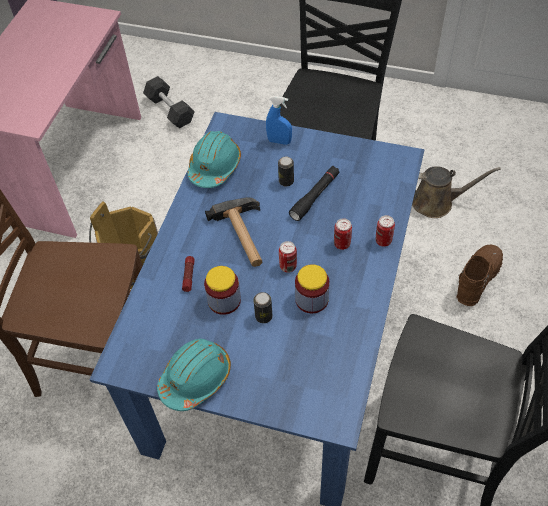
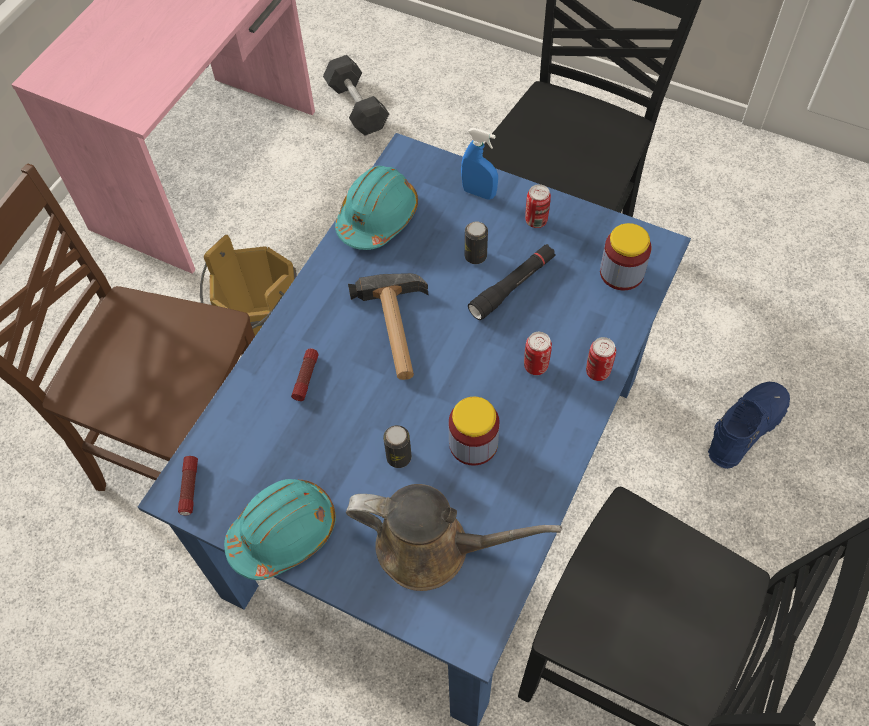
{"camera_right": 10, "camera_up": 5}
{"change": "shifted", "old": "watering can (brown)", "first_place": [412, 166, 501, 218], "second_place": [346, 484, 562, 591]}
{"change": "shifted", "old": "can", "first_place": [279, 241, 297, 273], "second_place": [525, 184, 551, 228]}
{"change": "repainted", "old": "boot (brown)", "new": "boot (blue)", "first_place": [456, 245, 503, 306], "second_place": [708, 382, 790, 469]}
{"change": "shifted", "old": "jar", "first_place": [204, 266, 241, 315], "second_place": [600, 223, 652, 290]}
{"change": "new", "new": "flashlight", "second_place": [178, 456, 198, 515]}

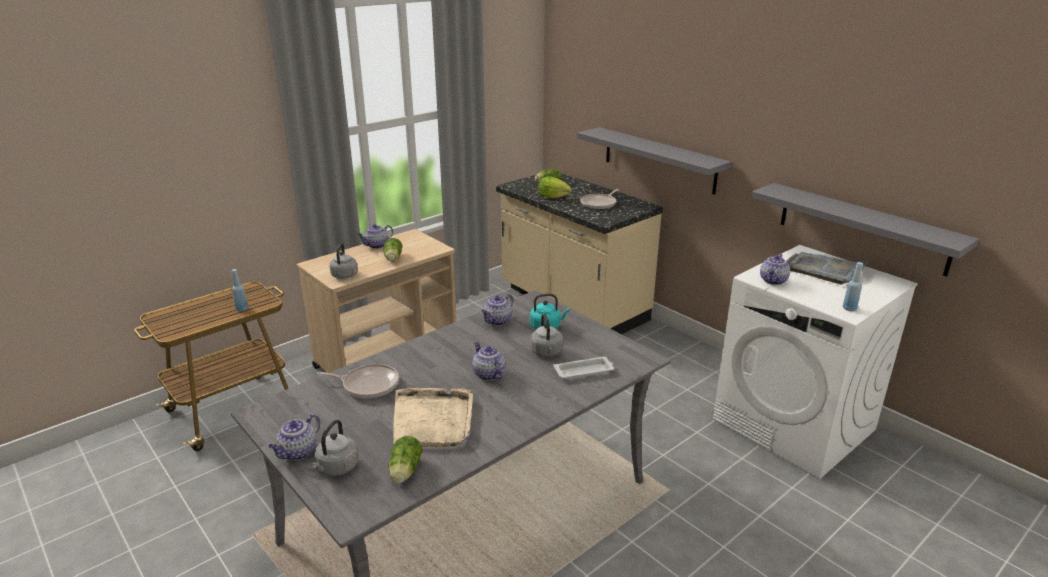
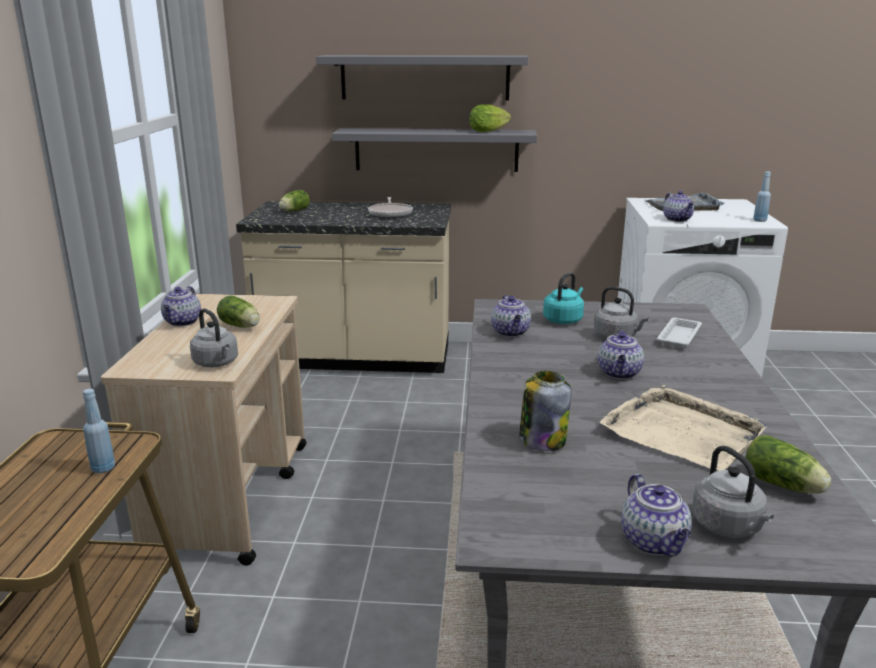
{"camera_right": -45, "camera_up": -5}
{"change": "shifted", "old": "lettuce", "first_place": [538, 176, 572, 198], "second_place": [469, 104, 511, 132]}
{"change": "shifted", "old": "shelf (grey)", "first_place": [751, 183, 979, 277], "second_place": [316, 55, 528, 100]}
{"change": "rotated", "old": "teapot", "first_place": [473, 343, 505, 381], "second_place": [598, 330, 644, 379], "degrees": -90}
{"change": "swapped", "old": "frying pan", "new": "jar", "first_place": [317, 364, 399, 399], "second_place": [519, 371, 572, 451]}

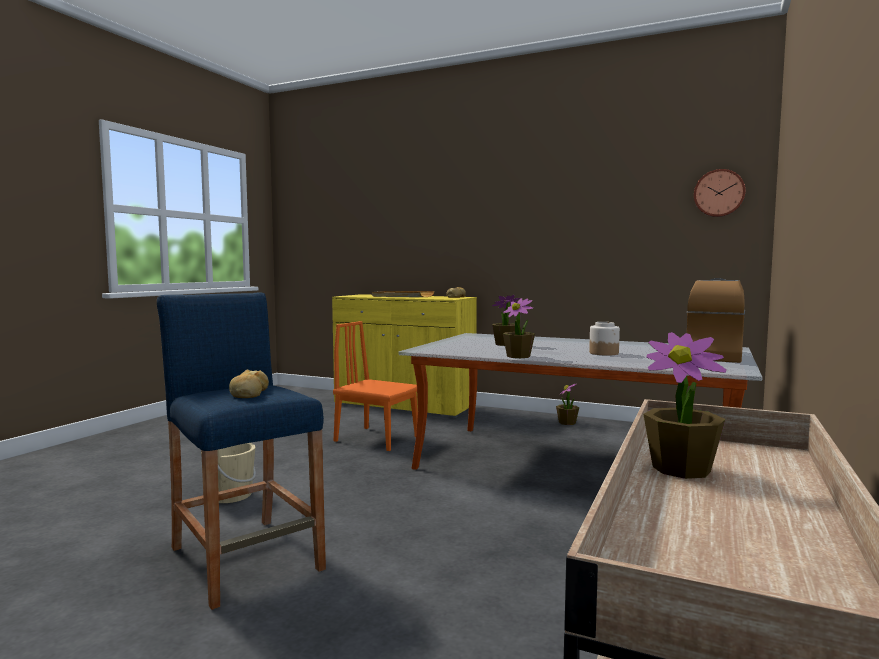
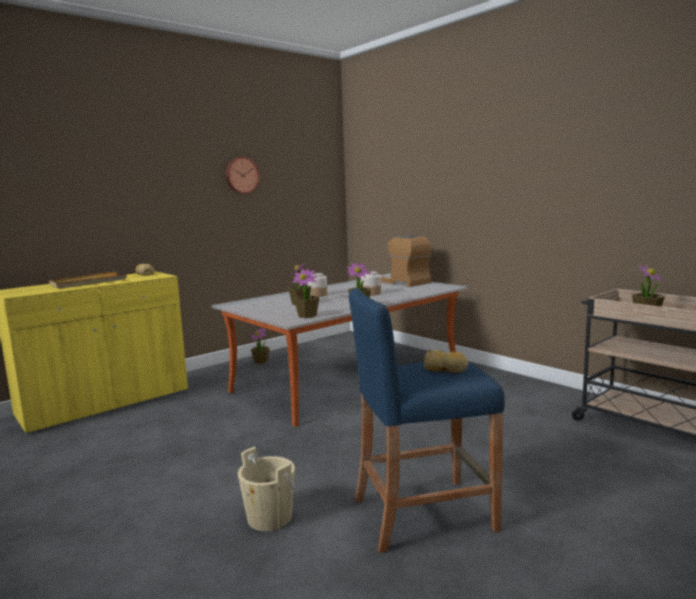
{"camera_right": -65, "camera_up": 5}
{"change": "shifted", "old": "wall clock", "first_place": [694, 169, 746, 217], "second_place": [226, 157, 260, 194]}
{"change": "gone", "old": "chair (orange)", "first_place": [333, 321, 418, 451]}
{"change": "new", "new": "potted plant", "second_place": [293, 269, 319, 318]}
{"change": "new", "new": "jar", "second_place": [307, 273, 327, 297]}

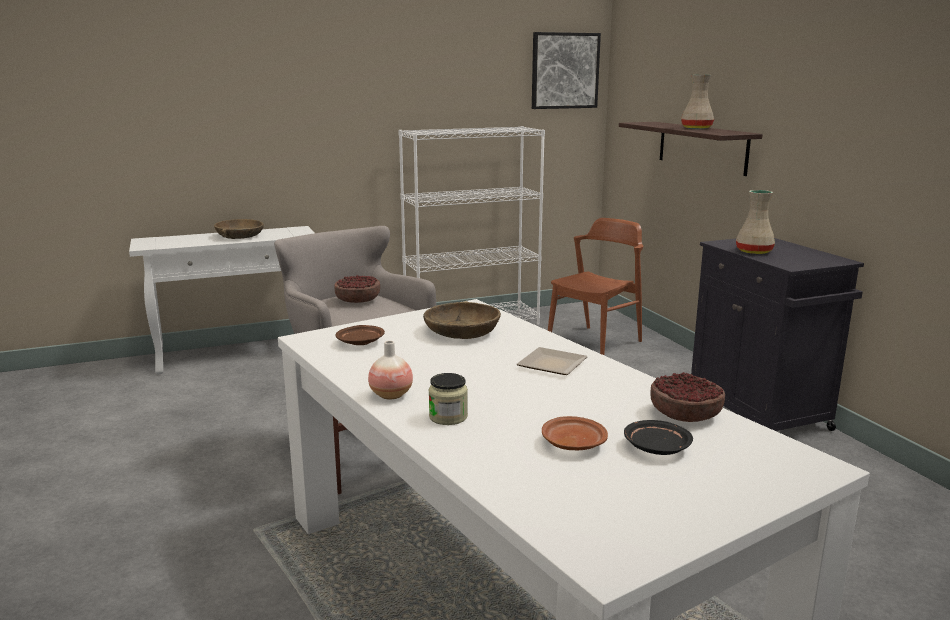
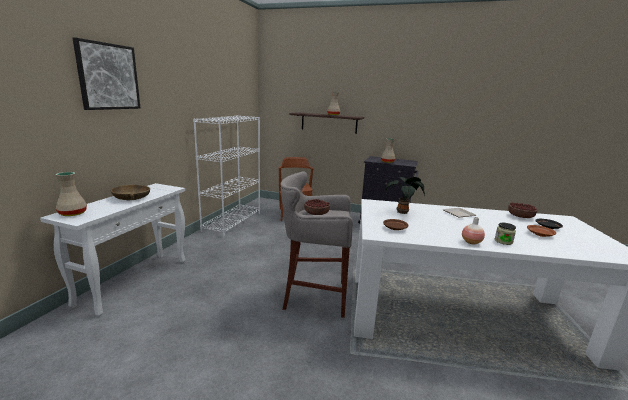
{"camera_right": -50, "camera_up": 0}
{"change": "shifted", "old": "picture", "first_place": [532, 32, 601, 109], "second_place": [73, 38, 140, 110]}
{"change": "swapped", "old": "bowl (brown)", "new": "potted plant", "first_place": [423, 301, 501, 339], "second_place": [385, 177, 425, 214]}
{"change": "new", "new": "vase (beige)", "second_place": [56, 172, 87, 216]}

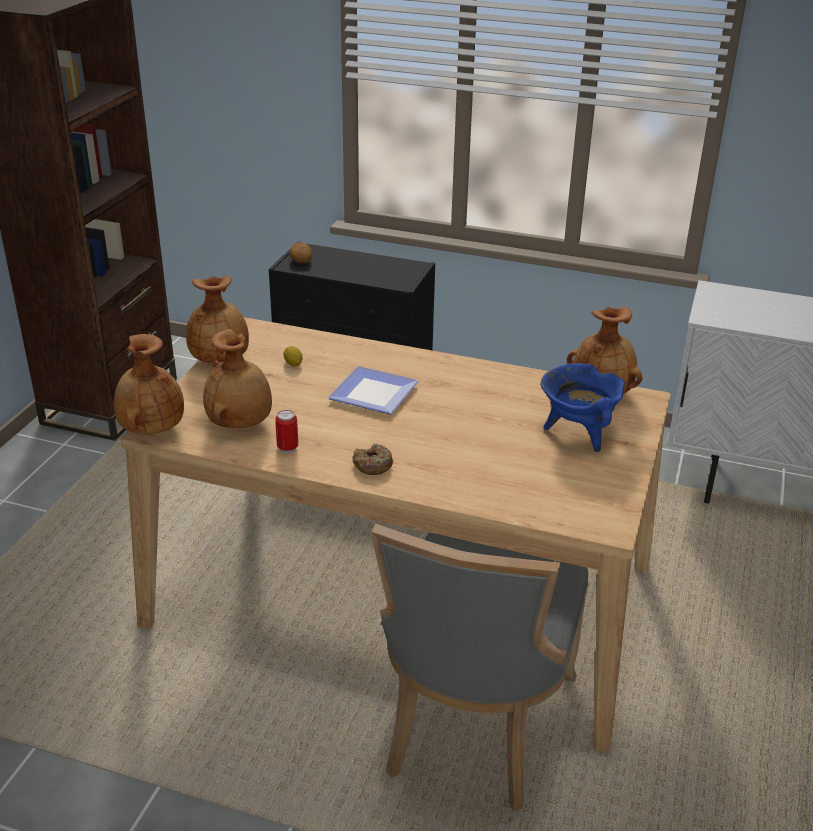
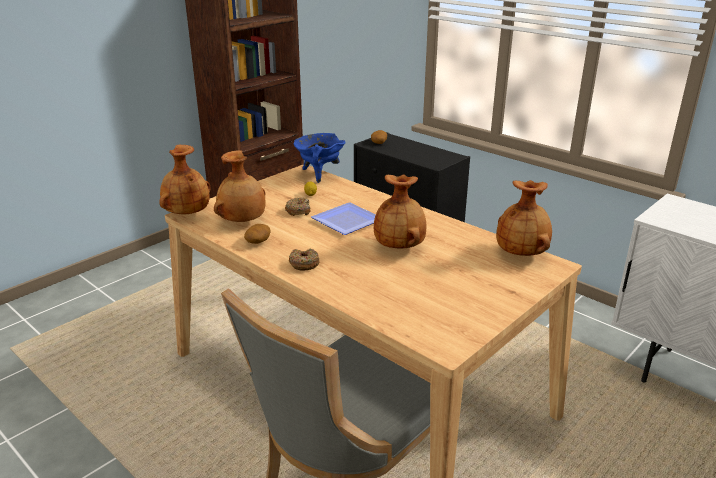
{"camera_right": 25, "camera_up": -5}
{"change": "shifted", "old": "vase (brown)", "first_place": [186, 276, 249, 363], "second_place": [374, 175, 426, 249]}
{"change": "shifted", "old": "cooking pot (blue)", "first_place": [540, 363, 625, 452], "second_place": [294, 133, 346, 183]}
{"change": "swapped", "old": "can", "new": "potato", "first_place": [275, 410, 298, 453], "second_place": [244, 224, 271, 244]}
{"change": "new", "new": "donut", "second_place": [285, 198, 311, 216]}

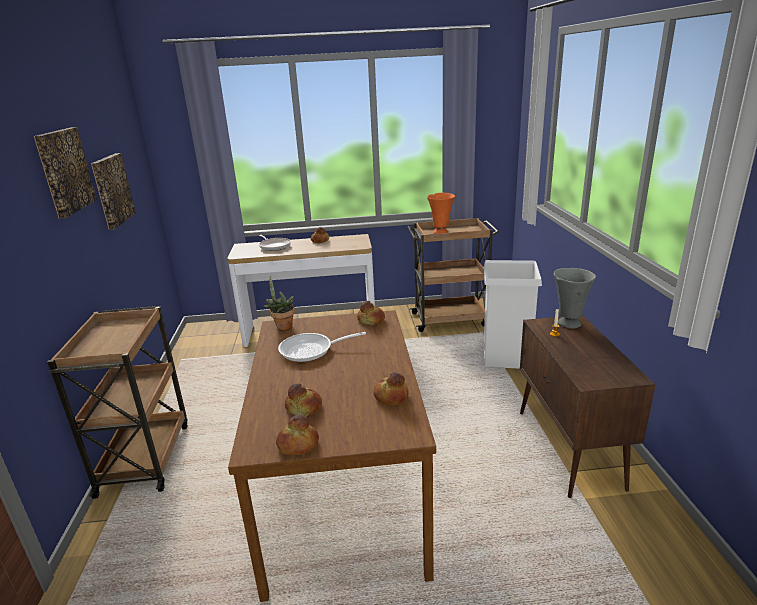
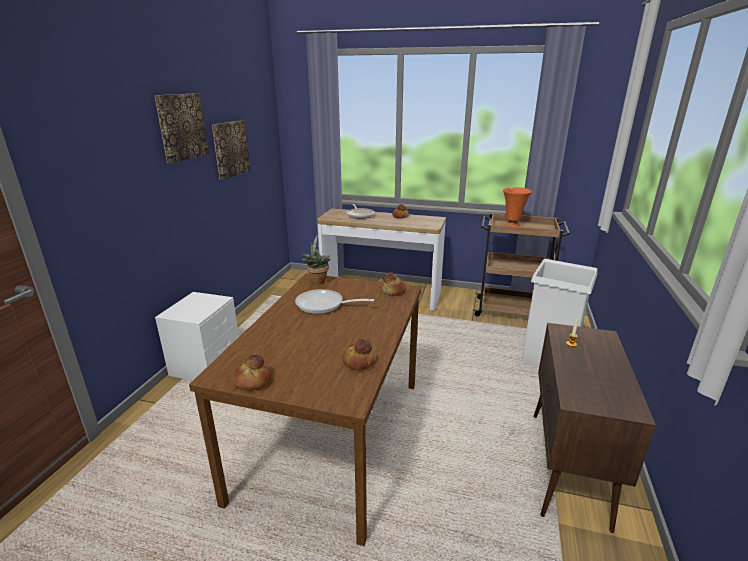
{"camera_right": 20, "camera_up": 0}
{"change": "gone", "old": "vase (grey)", "first_place": [554, 268, 596, 329]}
{"change": "swapped", "old": "cart (brown)", "new": "nightstand (white)", "first_place": [47, 306, 188, 499], "second_place": [155, 292, 239, 380]}
{"change": "gone", "old": "bread", "first_place": [285, 383, 322, 416]}

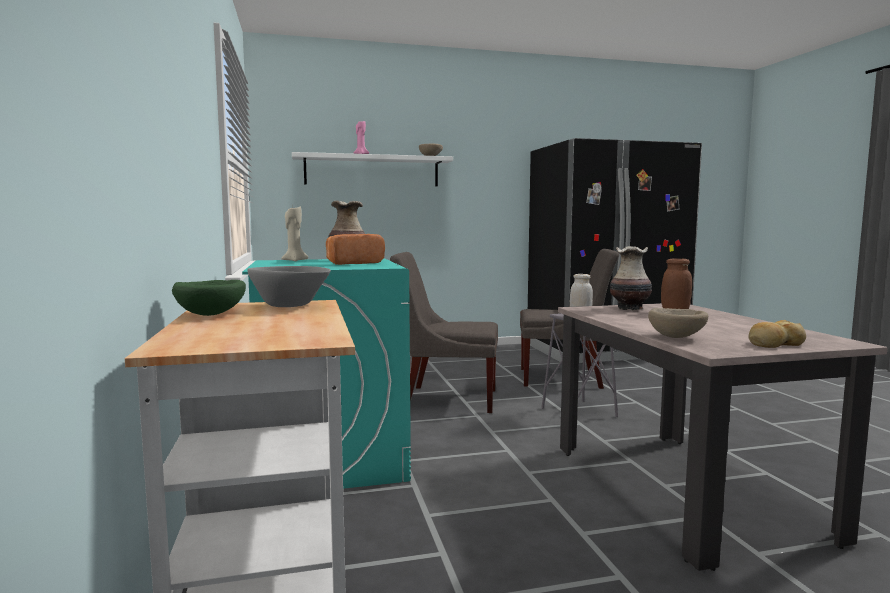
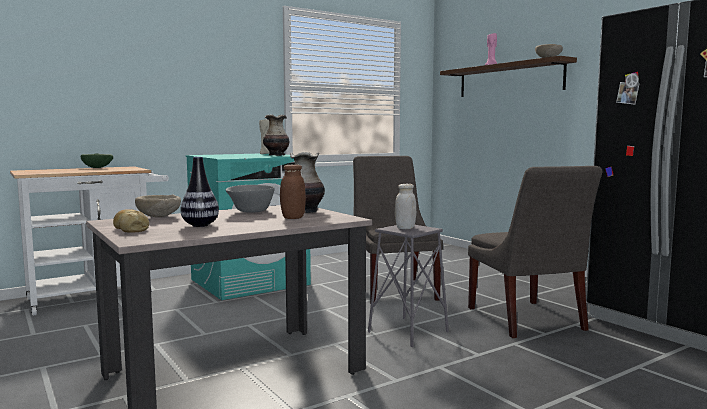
{"camera_right": 70, "camera_up": 0}
{"change": "repainted", "old": "shelf (white)", "new": "shelf (brown)", "first_place": [292, 152, 453, 186], "second_place": [440, 56, 577, 97]}
{"change": "gone", "old": "bread", "first_place": [326, 234, 385, 265]}
{"change": "shifted", "old": "bowl (grey)", "first_place": [247, 266, 331, 307], "second_place": [226, 185, 275, 213]}
{"change": "new", "new": "vase", "second_place": [180, 157, 219, 227]}

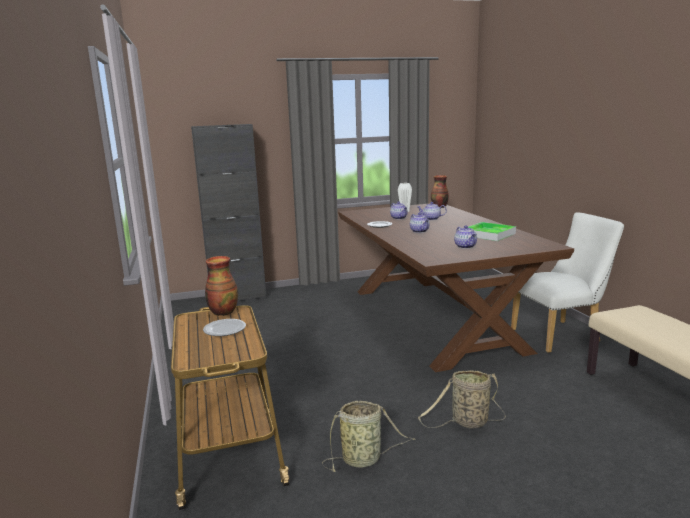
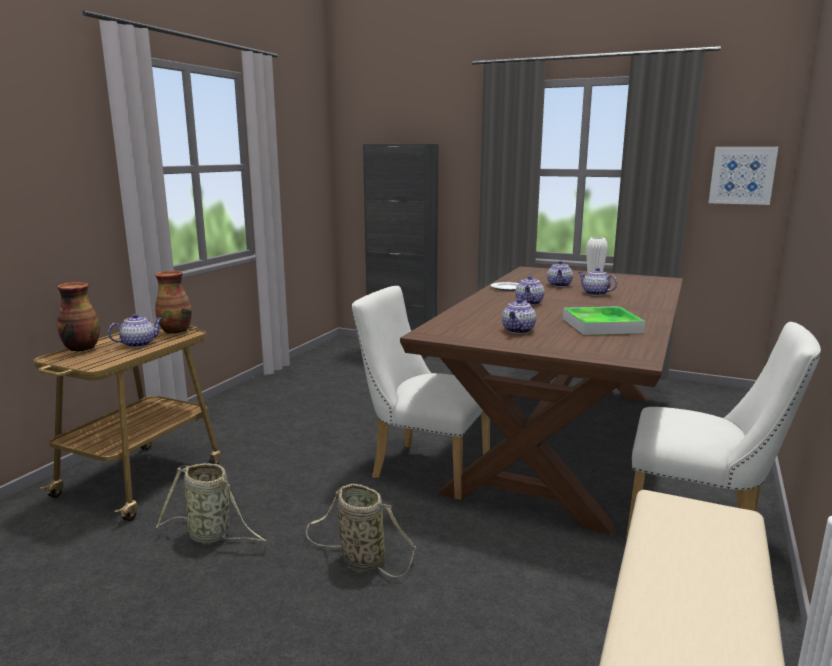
{"camera_right": 40, "camera_up": 0}
{"change": "shifted", "old": "vase", "first_place": [431, 175, 449, 208], "second_place": [57, 282, 100, 352]}
{"change": "swapped", "old": "plate", "new": "teapot", "first_place": [203, 319, 246, 336], "second_place": [108, 314, 163, 348]}
{"change": "new", "new": "picture", "second_place": [709, 147, 778, 205]}
{"change": "new", "new": "chair (white)", "second_place": [352, 286, 490, 500]}

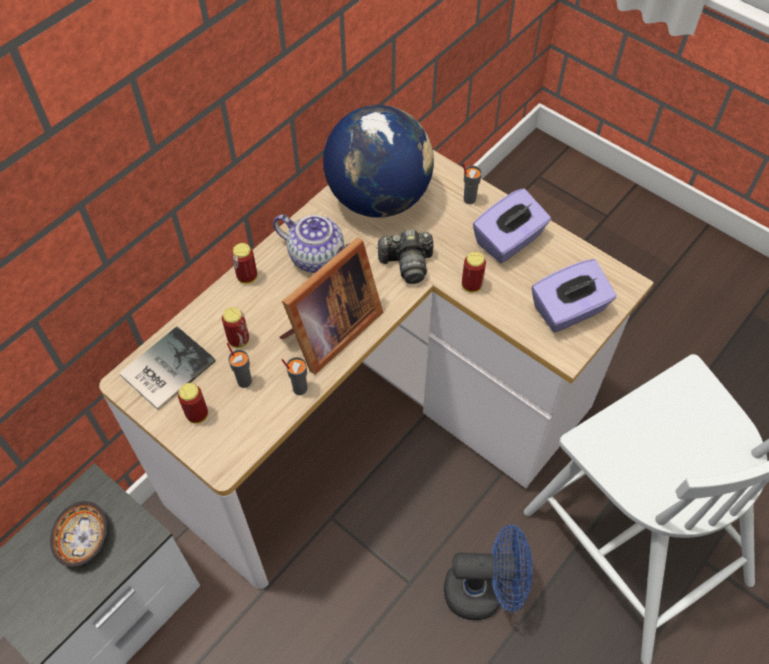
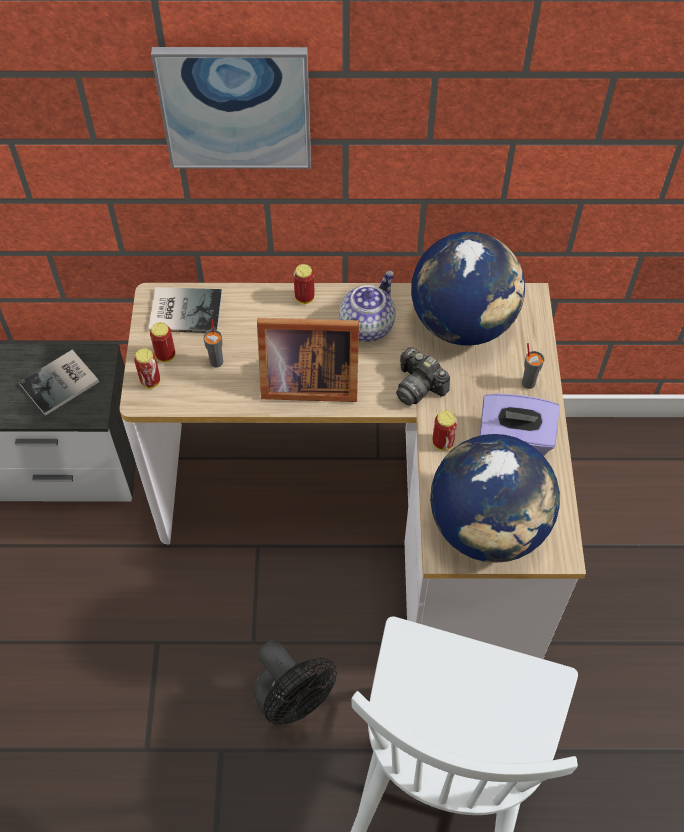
{"camera_right": 50, "camera_up": 0}
{"change": "rotated", "old": "teapot", "first_place": [273, 214, 350, 273], "second_place": [339, 271, 395, 342], "degrees": -135}
{"change": "swapped", "old": "tissue box (purple)", "new": "globe", "first_place": [532, 259, 616, 332], "second_place": [430, 434, 560, 563]}
{"change": "shifted", "old": "can", "first_place": [222, 307, 249, 348], "second_place": [134, 348, 160, 389]}
{"change": "gone", "old": "cup (grey)", "first_place": [282, 357, 307, 395]}
{"change": "swapped", "old": "bowl", "new": "book", "first_place": [50, 501, 107, 567], "second_place": [19, 350, 99, 416]}
{"change": "repainted", "old": "fan (blue)", "new": "fan (black)", "first_place": [444, 525, 533, 620], "second_place": [254, 640, 337, 725]}
{"change": "new", "new": "picture", "second_place": [151, 47, 311, 169]}

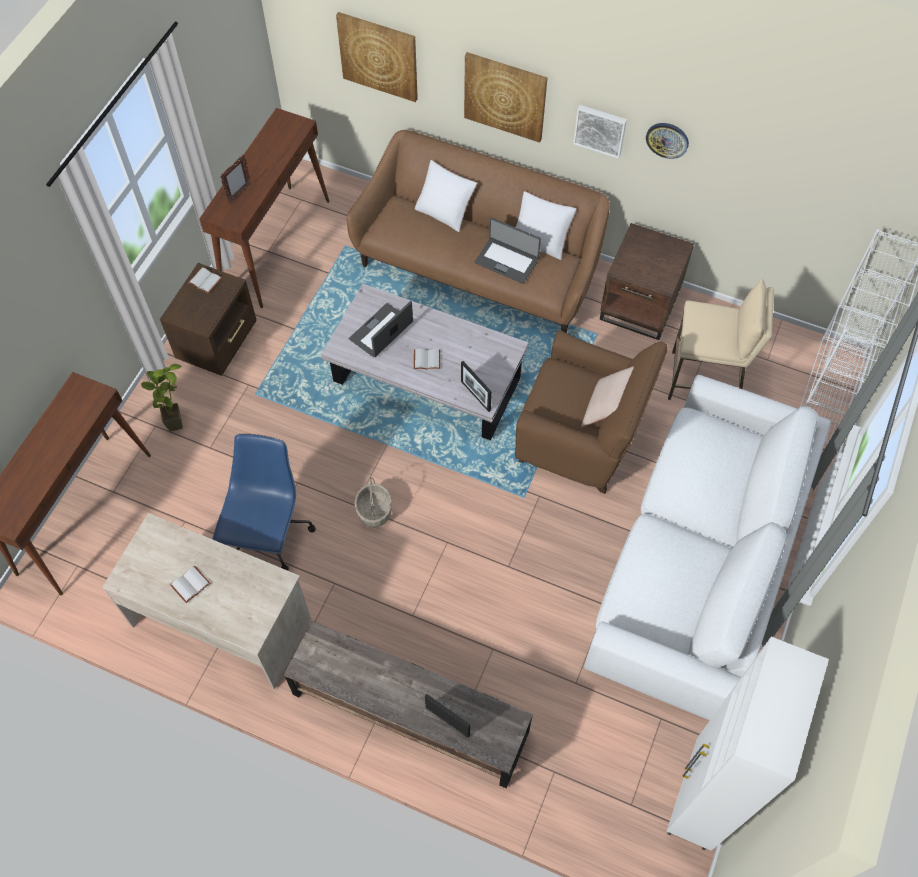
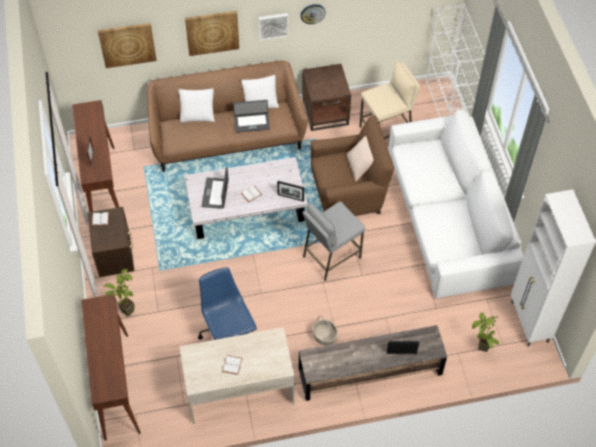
{"camera_right": -35, "camera_up": -5}
{"change": "shifted", "old": "basket", "first_place": [355, 477, 392, 527], "second_place": [313, 316, 338, 346]}
{"change": "new", "new": "stool (grey)", "second_place": [303, 201, 365, 281]}
{"change": "new", "new": "potted plant", "second_place": [472, 313, 499, 352]}

